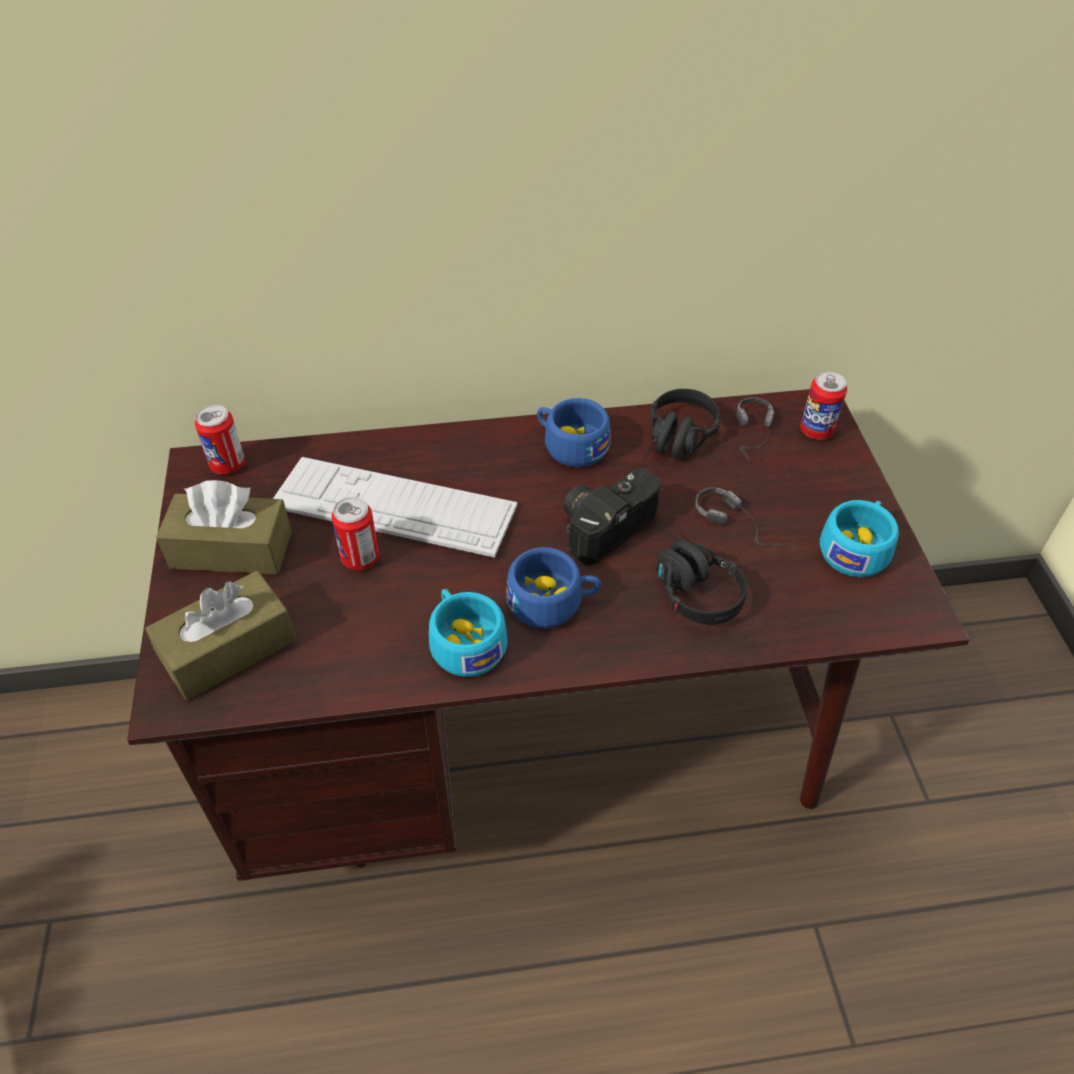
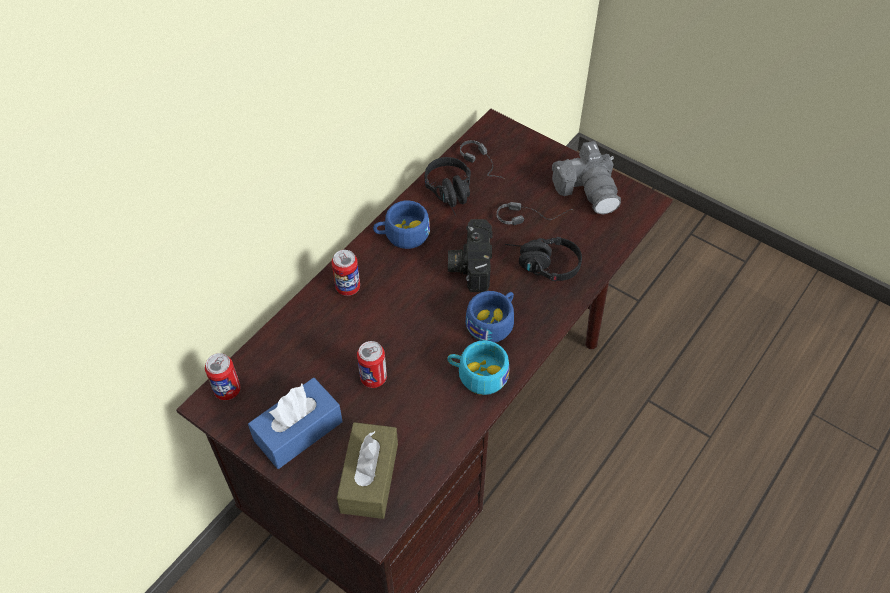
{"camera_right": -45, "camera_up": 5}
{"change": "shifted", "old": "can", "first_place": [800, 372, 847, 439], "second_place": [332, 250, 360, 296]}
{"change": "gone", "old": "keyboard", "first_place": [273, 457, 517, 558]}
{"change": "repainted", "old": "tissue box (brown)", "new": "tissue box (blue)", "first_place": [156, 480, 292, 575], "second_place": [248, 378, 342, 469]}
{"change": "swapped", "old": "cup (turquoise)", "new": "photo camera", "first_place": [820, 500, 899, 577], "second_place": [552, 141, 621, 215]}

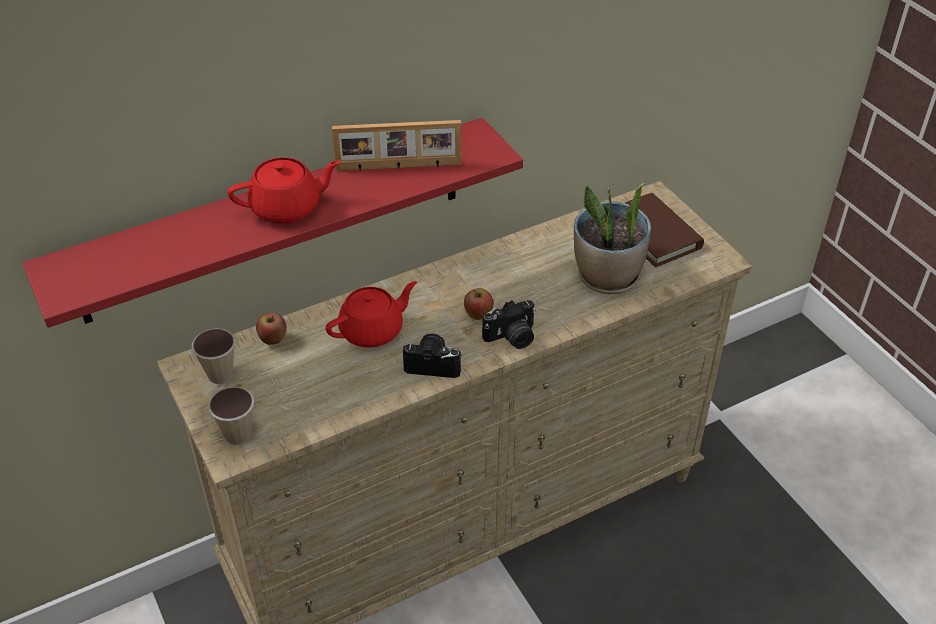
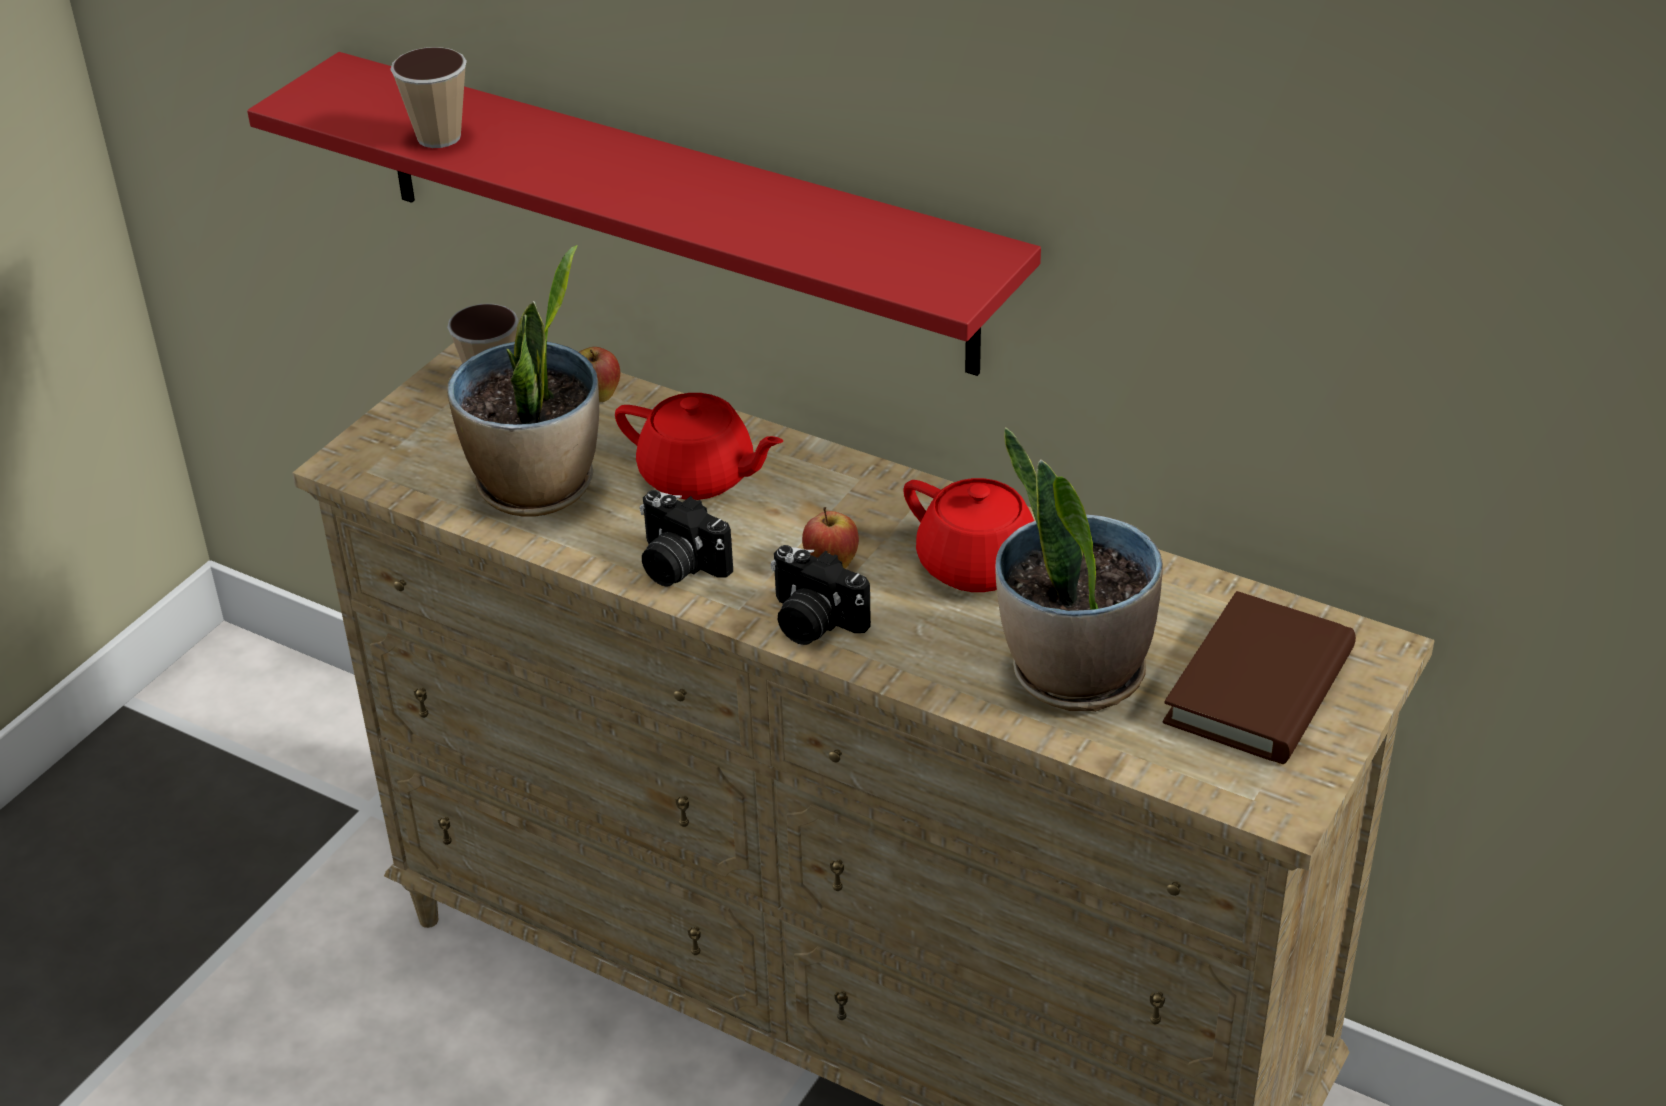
{"camera_right": 60, "camera_up": -5}
{"change": "gone", "old": "picture frame", "first_place": [332, 120, 461, 171]}
{"change": "shifted", "old": "teapot (red)", "first_place": [228, 157, 341, 224], "second_place": [903, 478, 1034, 592]}
{"change": "rotated", "old": "photo camera", "first_place": [403, 334, 462, 378], "second_place": [640, 490, 733, 587], "degrees": 150}
{"change": "shifted", "old": "cup", "first_place": [208, 387, 254, 445], "second_place": [390, 47, 467, 148]}
{"change": "new", "new": "potted plant", "second_place": [447, 245, 599, 517]}

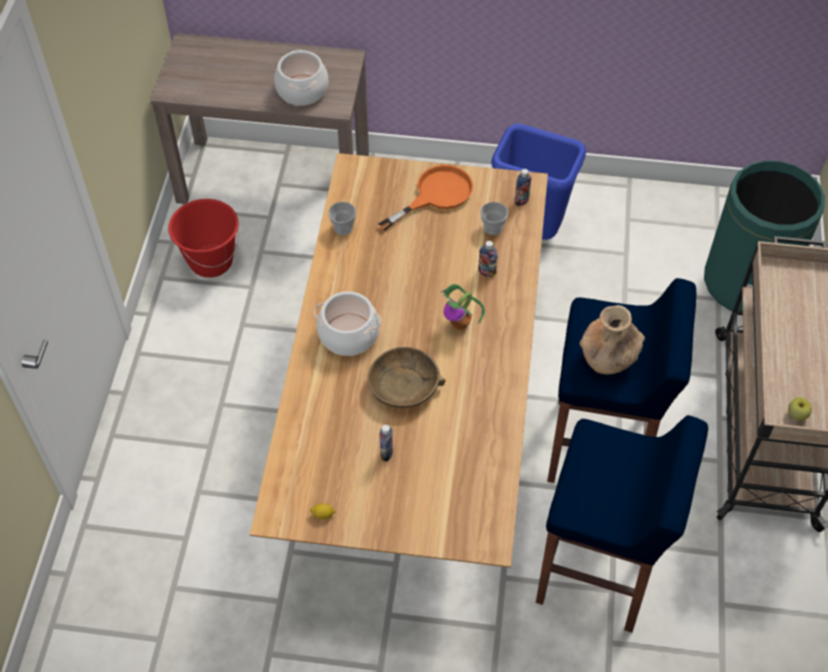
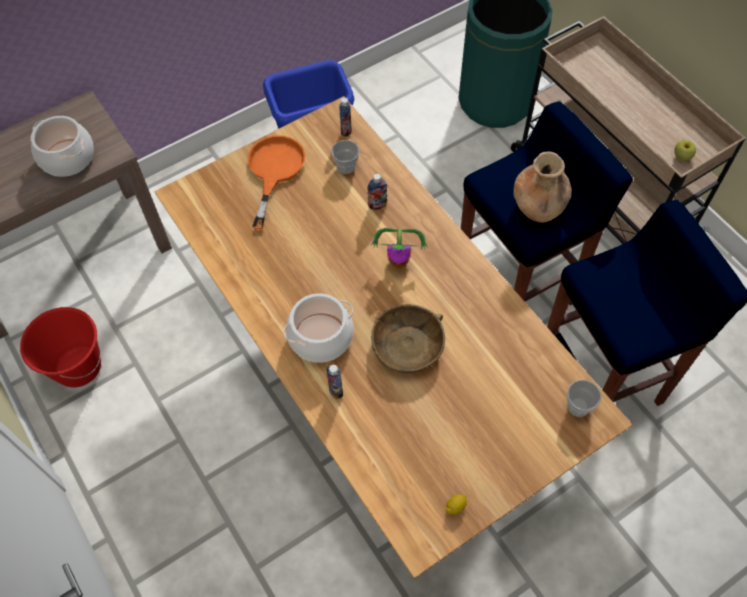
{"camera_right": -40, "camera_up": 5}
{"change": "shifted", "old": "cup", "first_place": [328, 202, 356, 235], "second_place": [567, 380, 601, 417]}
{"change": "shifted", "old": "bottle", "first_place": [379, 425, 393, 462], "second_place": [327, 365, 343, 399]}

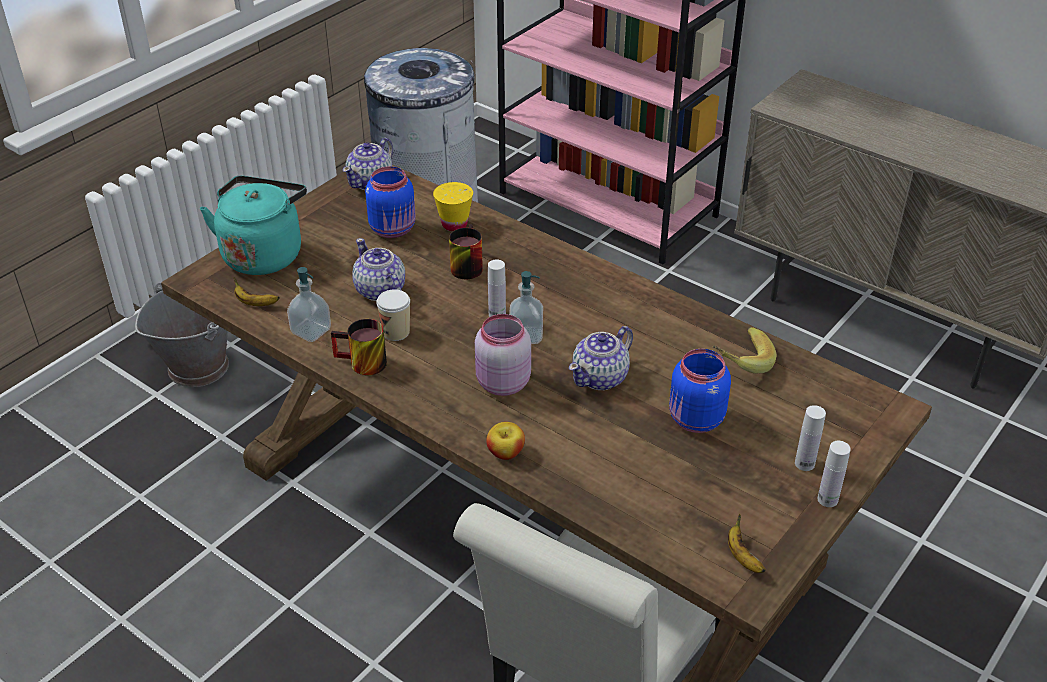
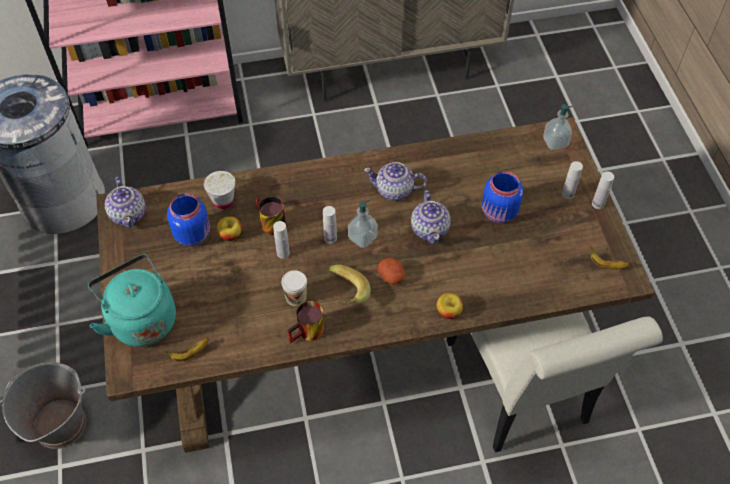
{"camera_right": -50, "camera_up": 15}
{"change": "repainted", "old": "cup (yellow)", "new": "cup (white)", "first_place": [433, 182, 473, 232], "second_place": [203, 171, 235, 209]}
{"change": "shifted", "old": "teapot", "first_place": [352, 238, 405, 301], "second_place": [364, 162, 427, 201]}
{"change": "shifted", "old": "soap dispenser", "first_place": [287, 267, 331, 342], "second_place": [543, 104, 573, 150]}
{"change": "swapped", "old": "jar (pink)", "new": "potato", "first_place": [475, 314, 531, 396], "second_place": [377, 258, 405, 285]}
{"change": "shifted", "old": "banana", "first_place": [713, 327, 776, 374], "second_place": [329, 265, 371, 306]}
{"change": "new", "new": "apple", "second_place": [217, 216, 242, 241]}
{"change": "new", "new": "bottle (white)", "second_place": [273, 221, 290, 259]}

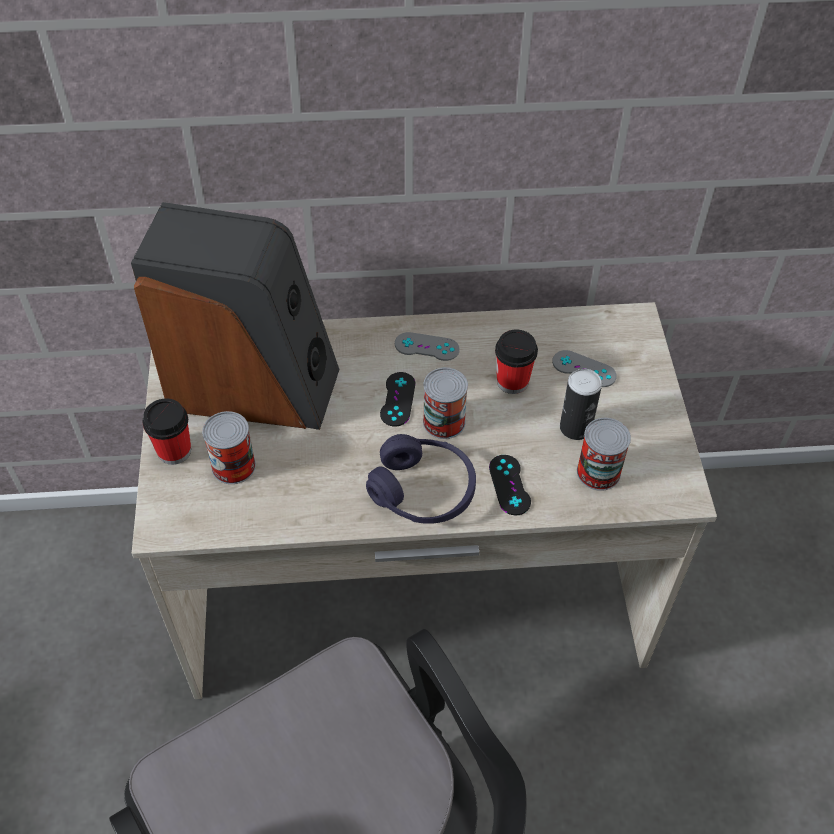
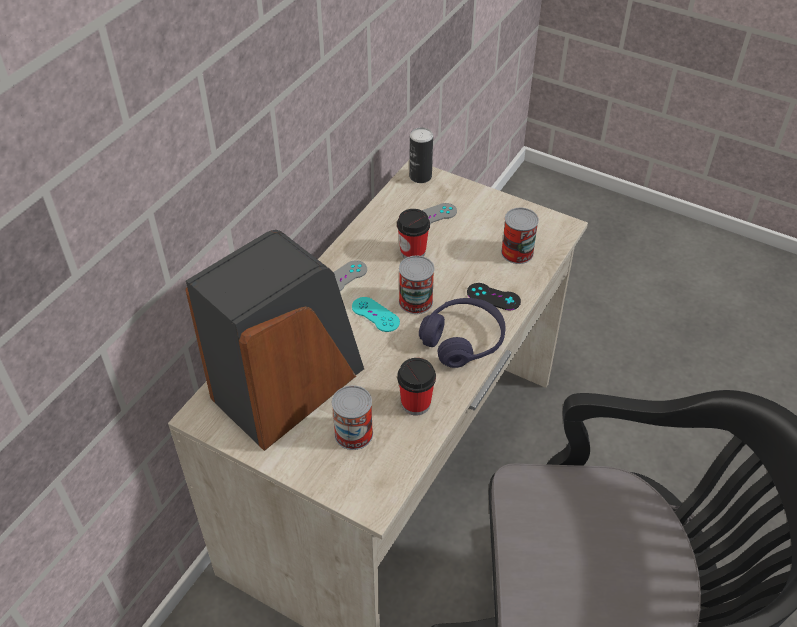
{"camera_right": -55, "camera_up": -5}
{"change": "shifted", "old": "can", "first_place": [560, 369, 602, 440], "second_place": [409, 127, 433, 183]}
{"change": "repainted", "old": "game controller (black)", "new": "game controller (turquoise)", "first_place": [380, 372, 415, 426], "second_place": [352, 297, 400, 332]}
{"change": "shifted", "old": "cup", "first_place": [142, 398, 191, 465], "second_place": [397, 358, 436, 416]}

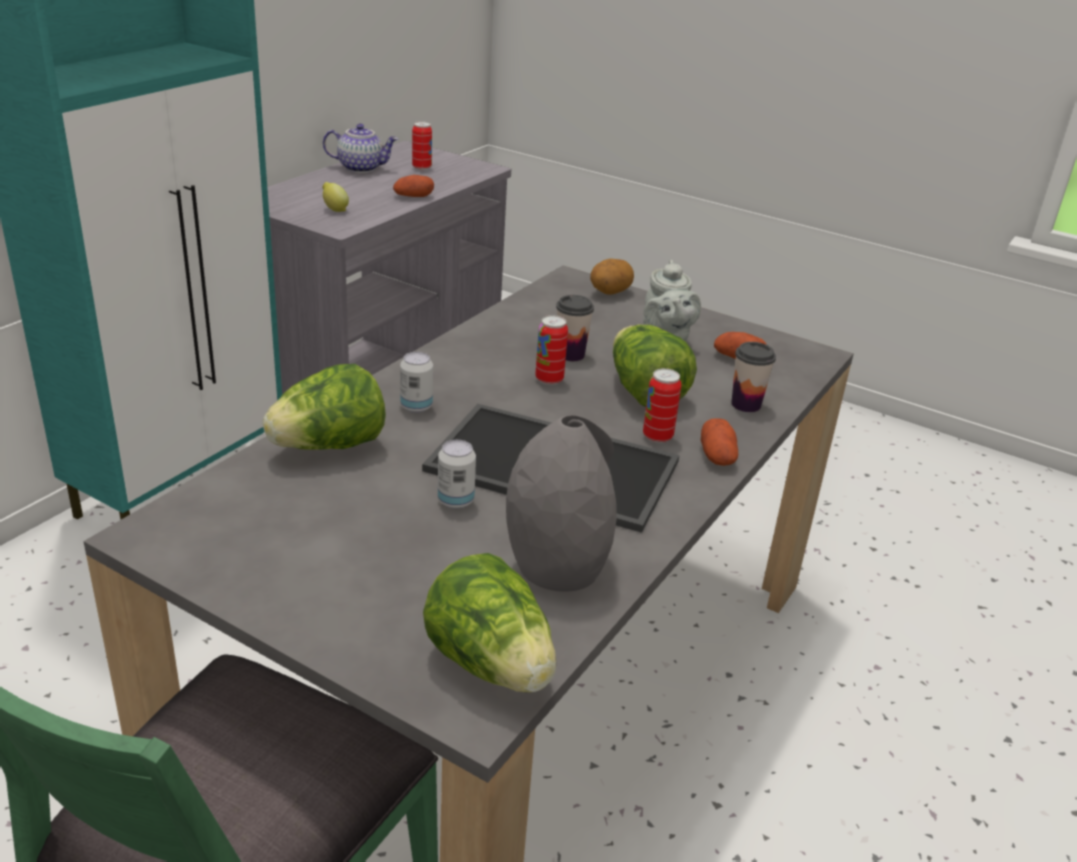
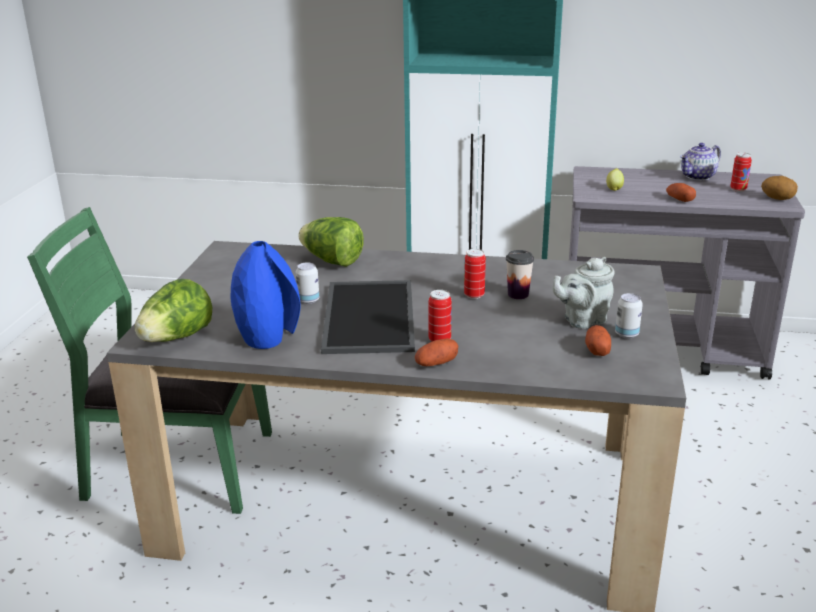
{"camera_right": 70, "camera_up": -5}
{"change": "rotated", "old": "teapot", "first_place": [323, 124, 398, 173], "second_place": [680, 143, 721, 181], "degrees": 75}
{"change": "shifted", "old": "potato", "first_place": [590, 258, 634, 295], "second_place": [761, 176, 798, 200]}
{"change": "gone", "old": "lettuce", "first_place": [613, 325, 697, 407]}
{"change": "gone", "old": "cup", "first_place": [731, 342, 776, 412]}
{"change": "shifted", "old": "can", "first_place": [400, 352, 433, 413], "second_place": [615, 293, 643, 338]}
{"change": "repainted", "old": "vase (grey)", "new": "vase (blue)", "first_place": [506, 415, 616, 592], "second_place": [231, 241, 300, 349]}

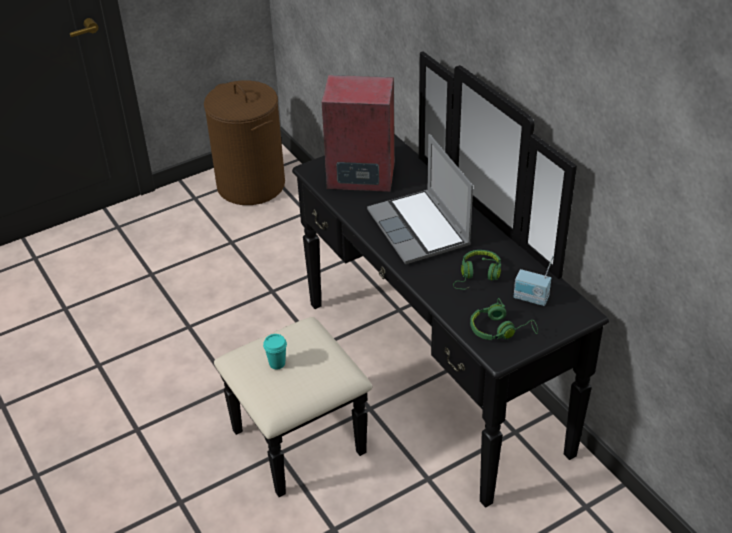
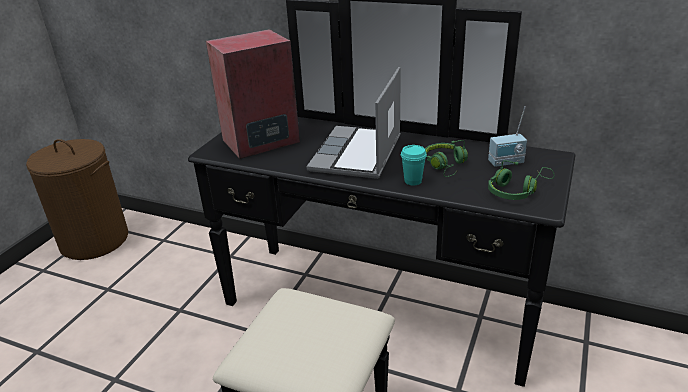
{"camera_right": -35, "camera_up": -10}
{"change": "rotated", "old": "laptop", "first_place": [367, 134, 473, 264], "second_place": [306, 67, 401, 179], "degrees": 75}
{"change": "shifted", "old": "cup (turquoise)", "first_place": [263, 334, 287, 370], "second_place": [401, 145, 427, 185]}

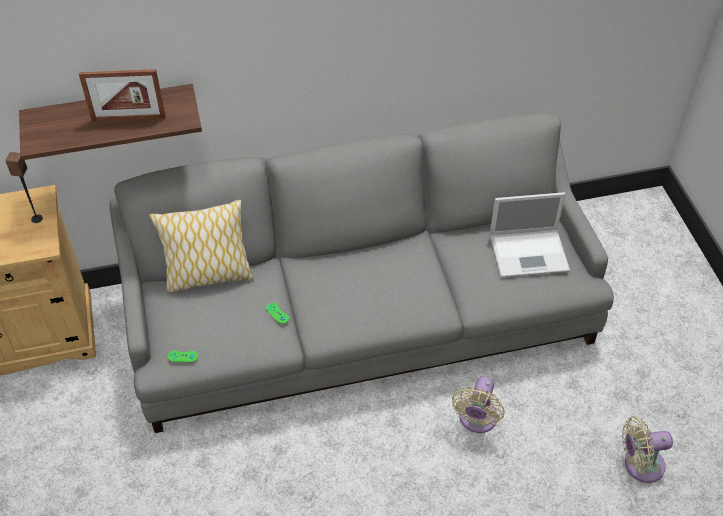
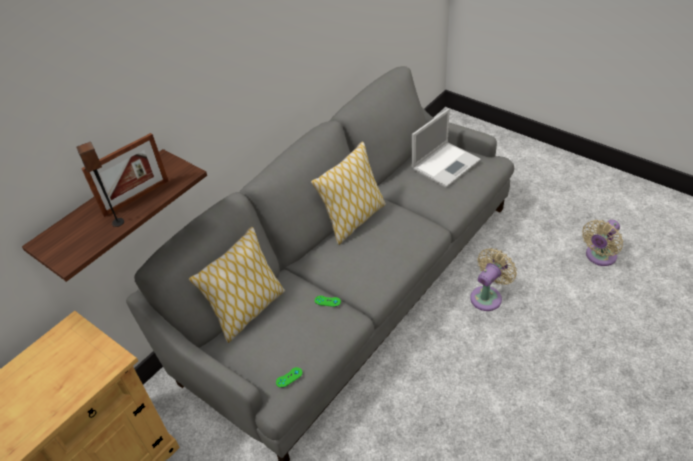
{"camera_right": -35, "camera_up": -5}
{"change": "shifted", "old": "speaker", "first_place": [5, 152, 43, 223], "second_place": [76, 142, 124, 227]}
{"change": "rotated", "old": "fan (beige)", "first_place": [452, 376, 505, 433], "second_place": [470, 248, 517, 311], "degrees": -120}
{"change": "new", "new": "pillow", "second_place": [311, 142, 386, 245]}

